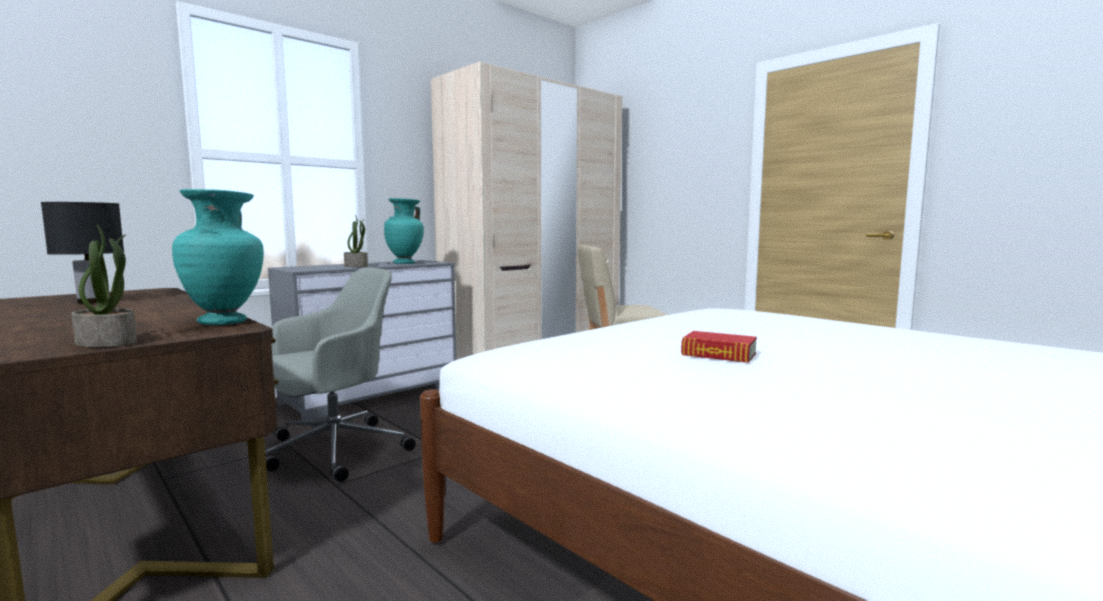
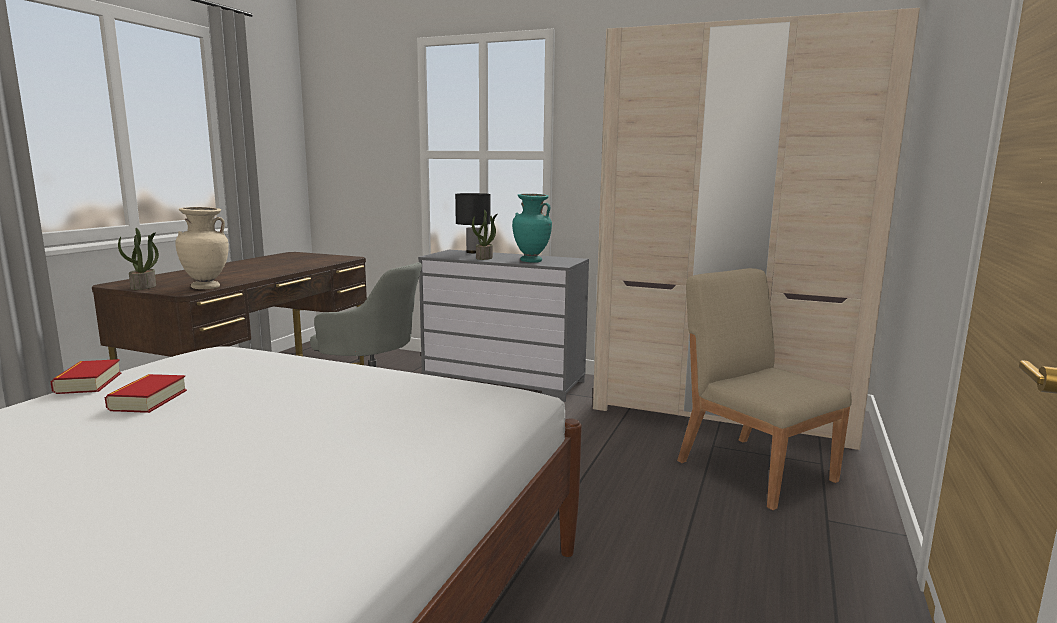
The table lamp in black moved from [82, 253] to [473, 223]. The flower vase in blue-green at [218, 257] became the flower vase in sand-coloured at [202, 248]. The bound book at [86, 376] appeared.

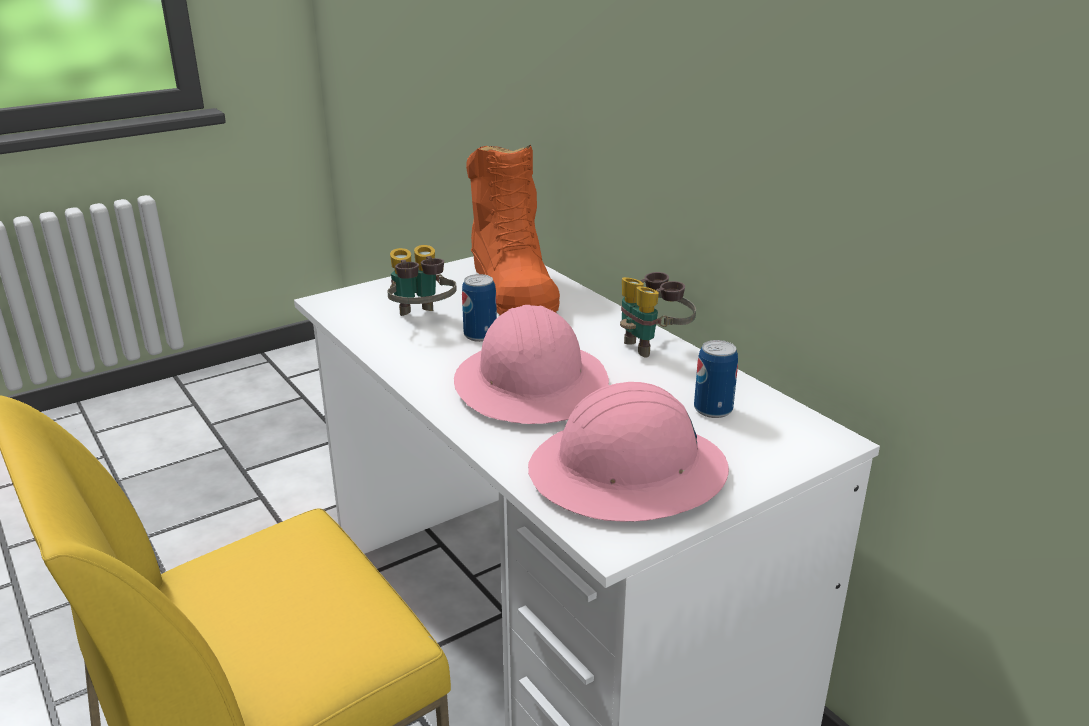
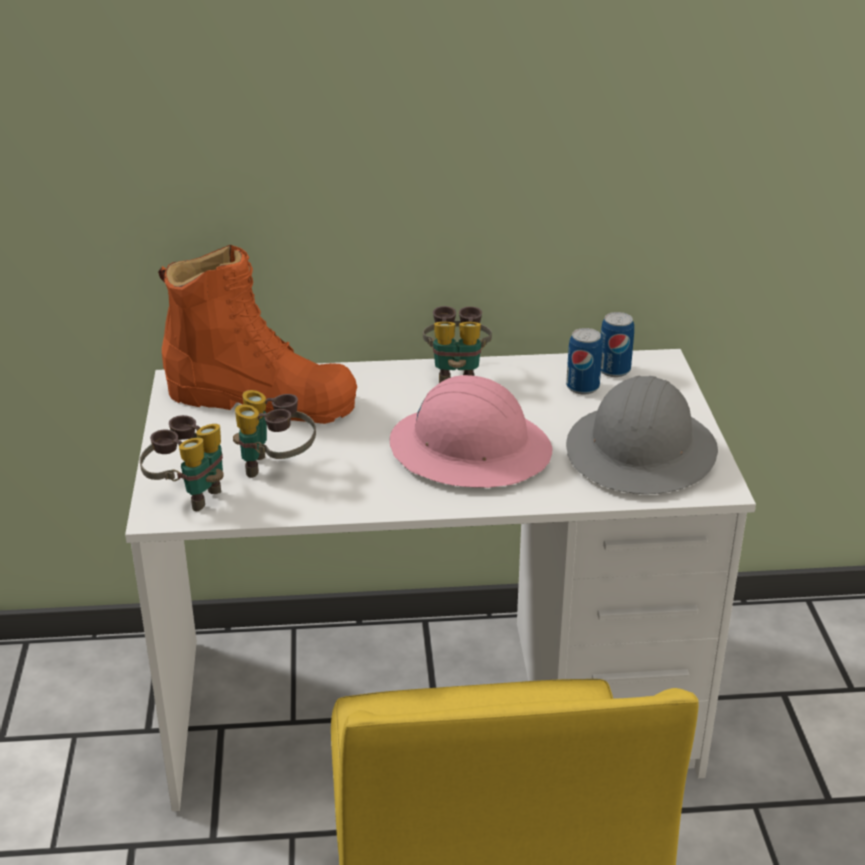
The can moved from [479, 308] to [617, 344]. The work helmet in pinkish at [628, 452] became the work helmet in greyish at [642, 435]. The field glasses at [182, 463] appeared.

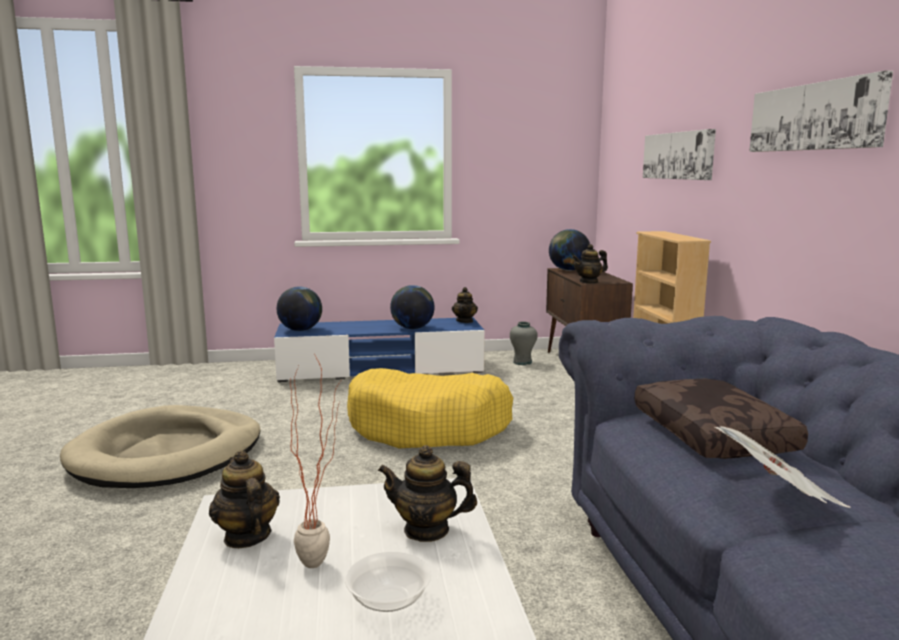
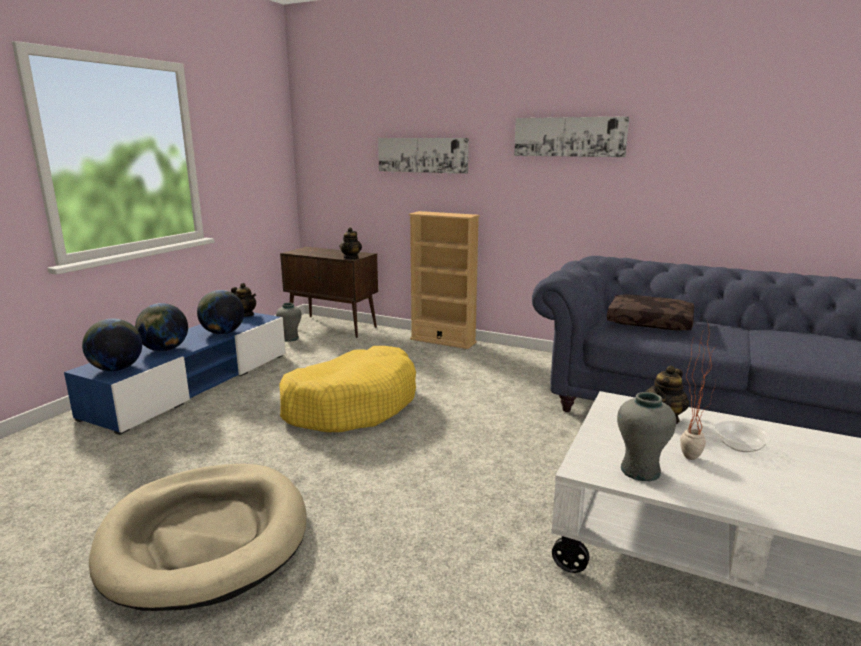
The teapot at [244, 499] was replaced by the flower vase in greyish at [646, 437]. The globe moved from [569, 250] to [161, 327]. The printed paper at [783, 467] disappeared.

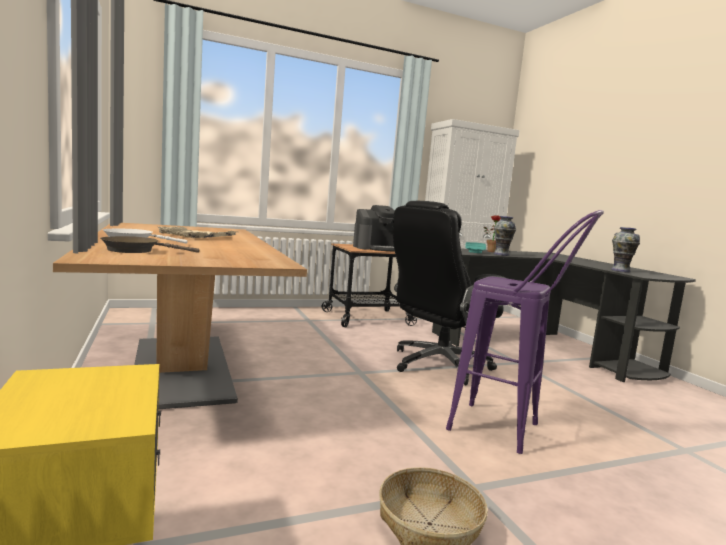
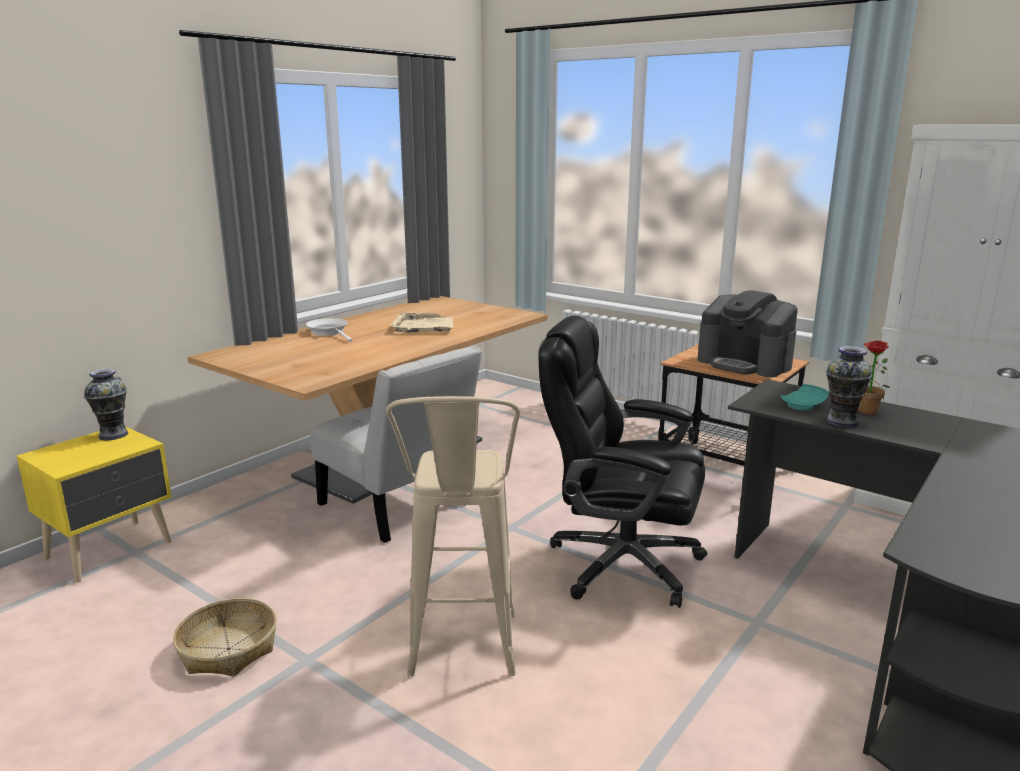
The frying pan in brown-coloured at [149, 244] disappeared. The stool in purplish at [525, 332] became the stool in sand-coloured at [453, 536]. The flower vase moved from [625, 250] to [106, 404]. The plain chair in white-coloured at [396, 444] appeared.

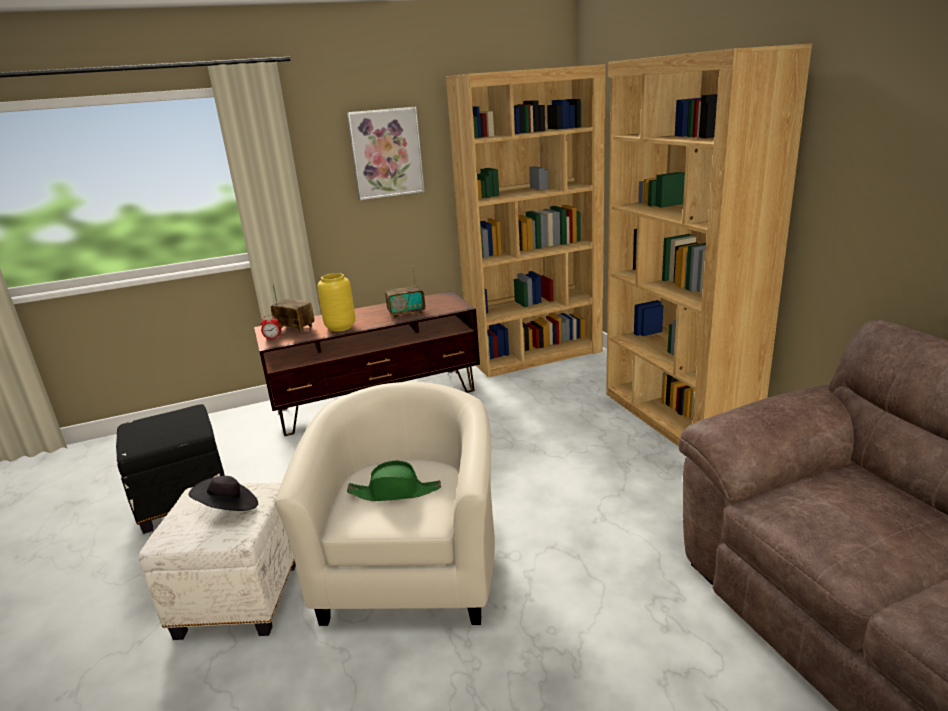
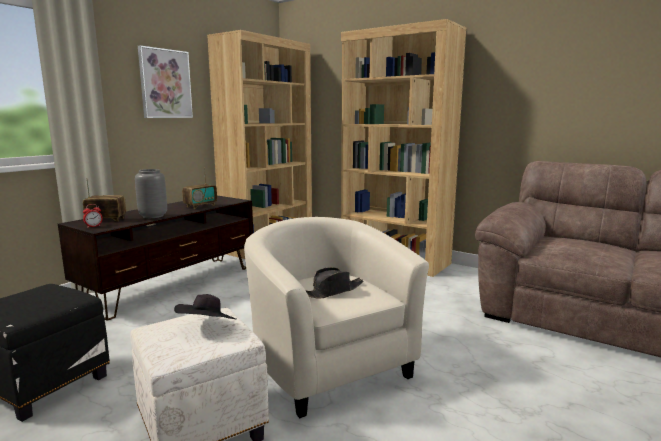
The flower vase in yellowish at [336, 302] became the flower vase in greyish at [151, 193]. The wearable hat in green-coloured at [394, 481] became the wearable hat in black at [334, 282].

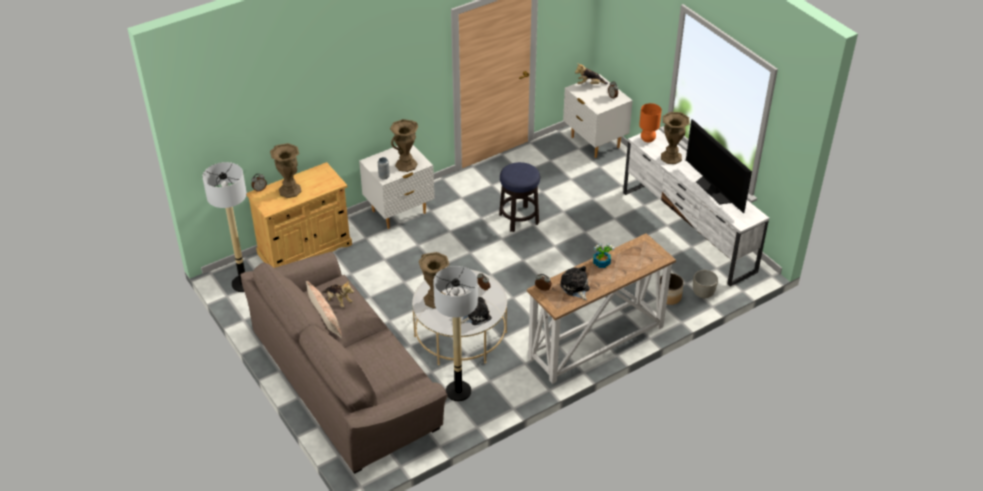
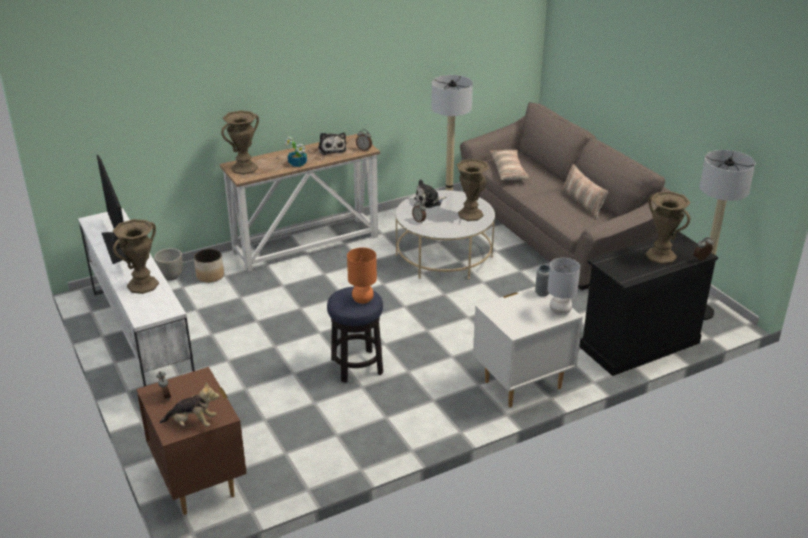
The storage cabinet in sand-coloured at [299, 215] became the storage cabinet in black at [649, 304]. The plush toy at [338, 294] disappeared. The flower vase in brown-coloured moved from [404, 145] to [240, 142]. The nightstand in white-coloured at [598, 116] became the nightstand in brown-coloured at [191, 441]. The table lamp in orange moved from [650, 122] to [362, 276]. The throw pillow at [509, 165] appeared. The table lamp in greyish at [564, 286] appeared.

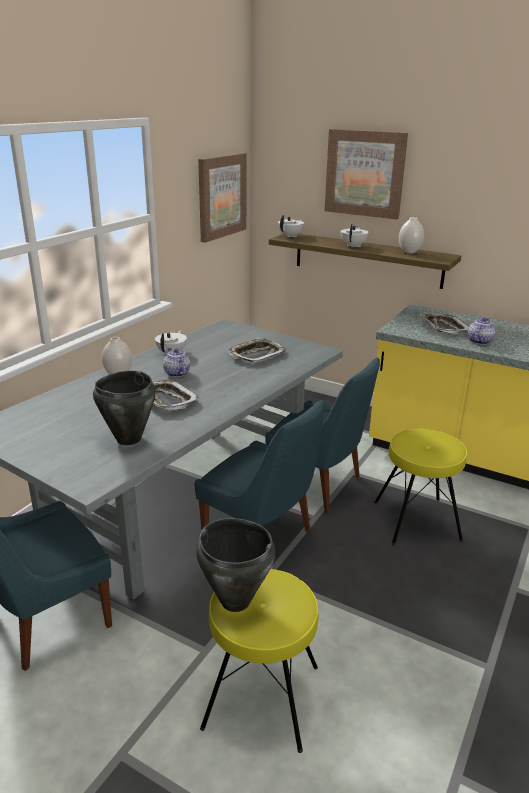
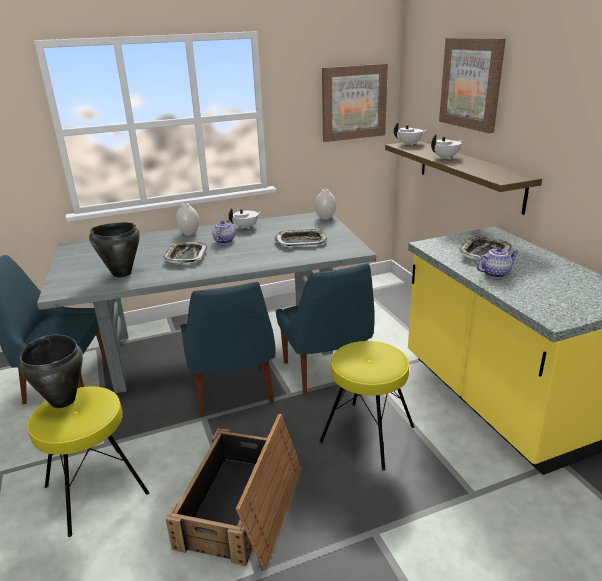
The flower vase in white-coloured moved from [411, 235] to [325, 204]. The crate at [233, 491] appeared.

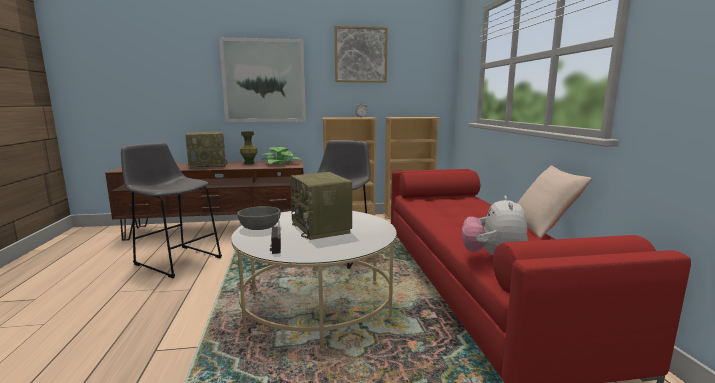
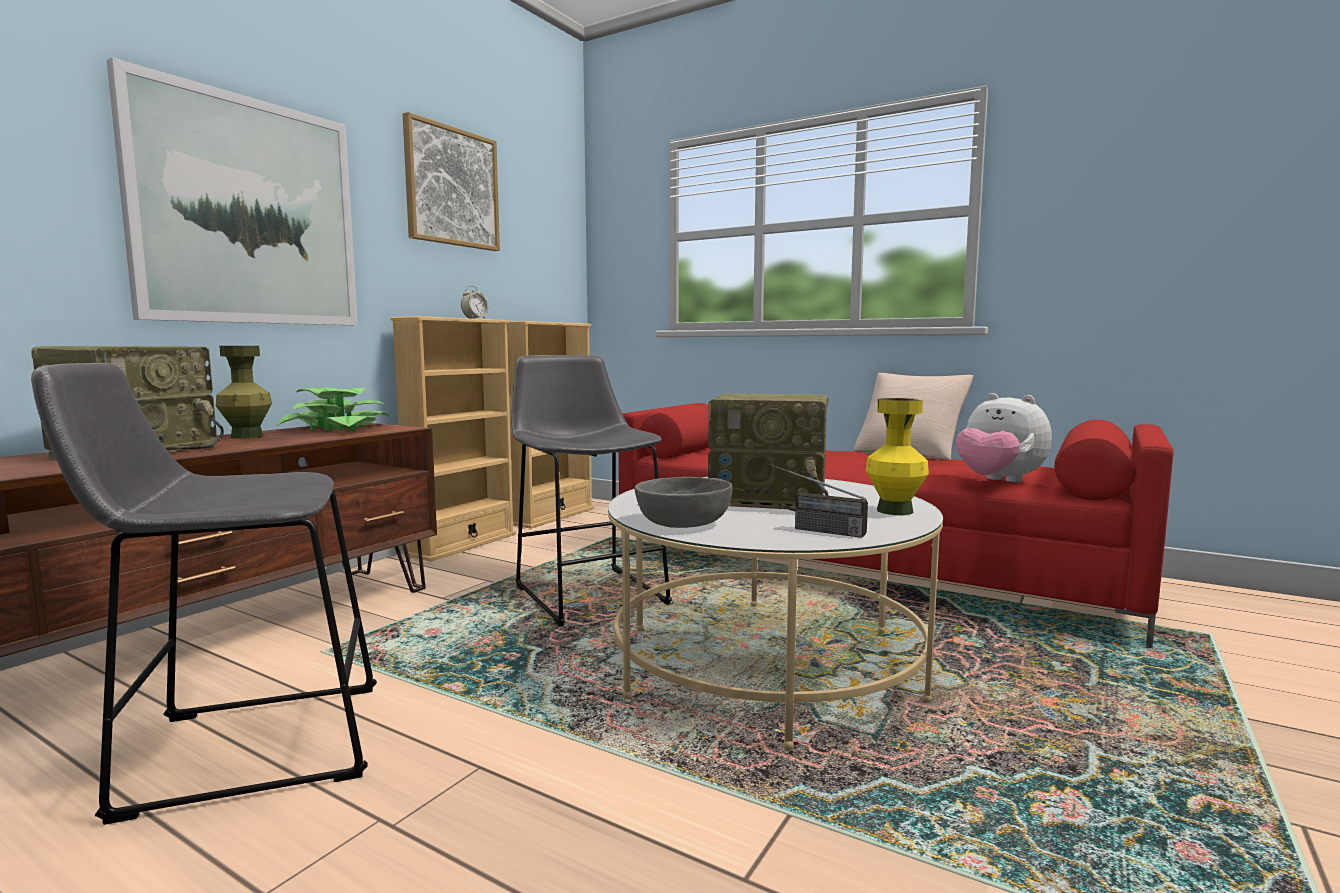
The flower vase in yellowish at [897, 456] appeared.

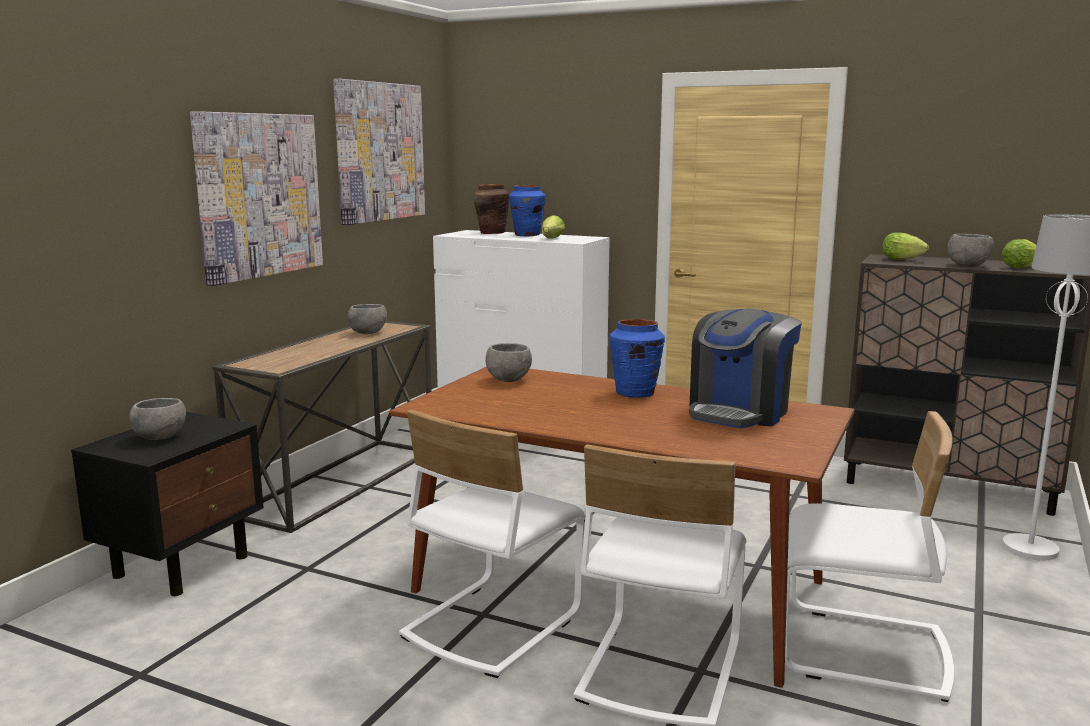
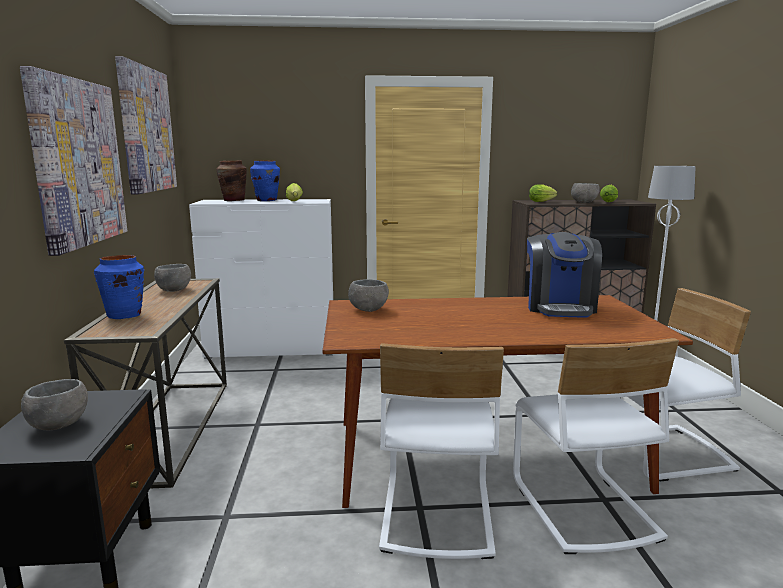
The flower vase in blue moved from [637, 358] to [119, 287].

